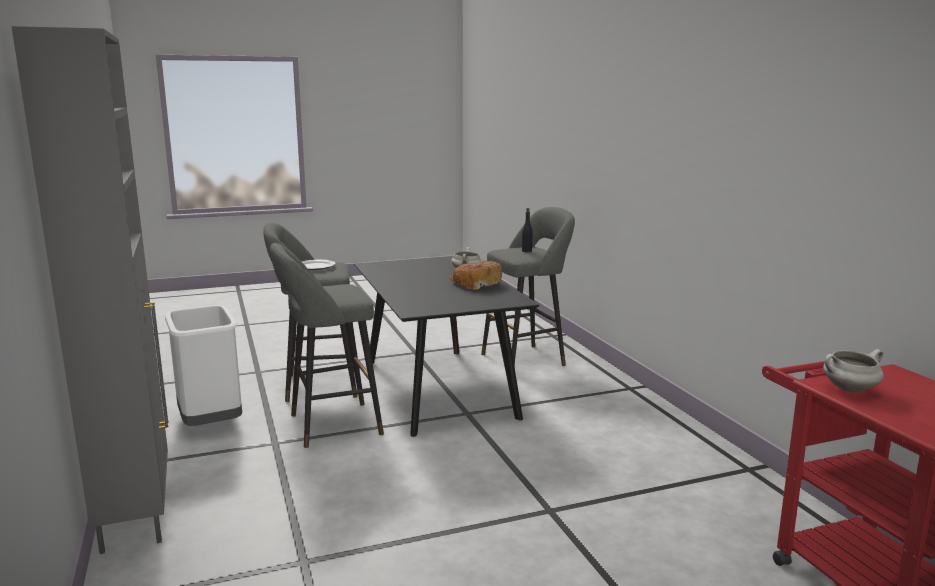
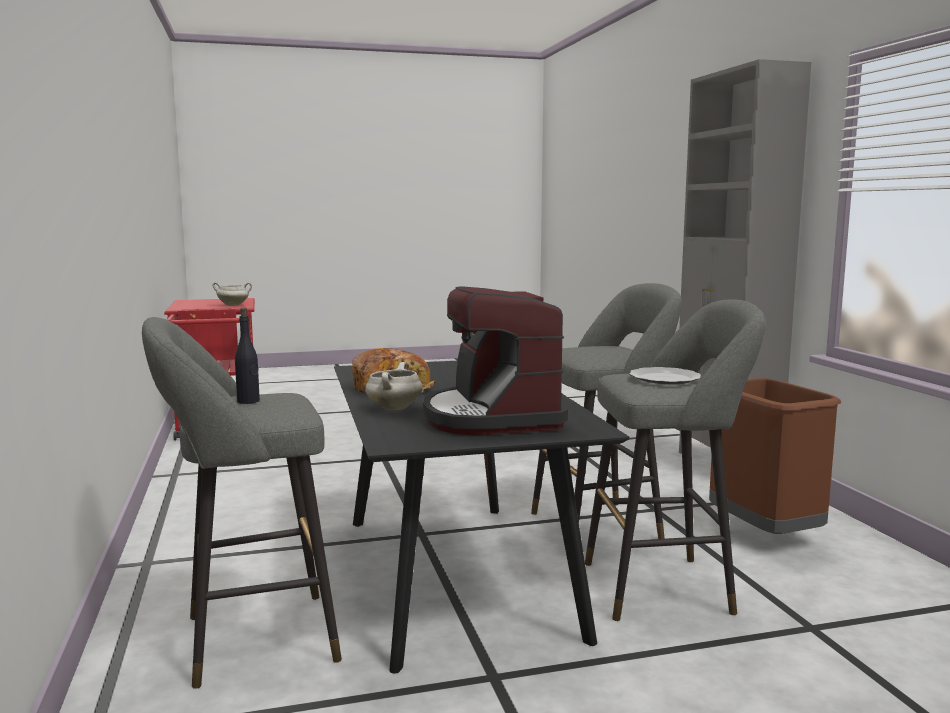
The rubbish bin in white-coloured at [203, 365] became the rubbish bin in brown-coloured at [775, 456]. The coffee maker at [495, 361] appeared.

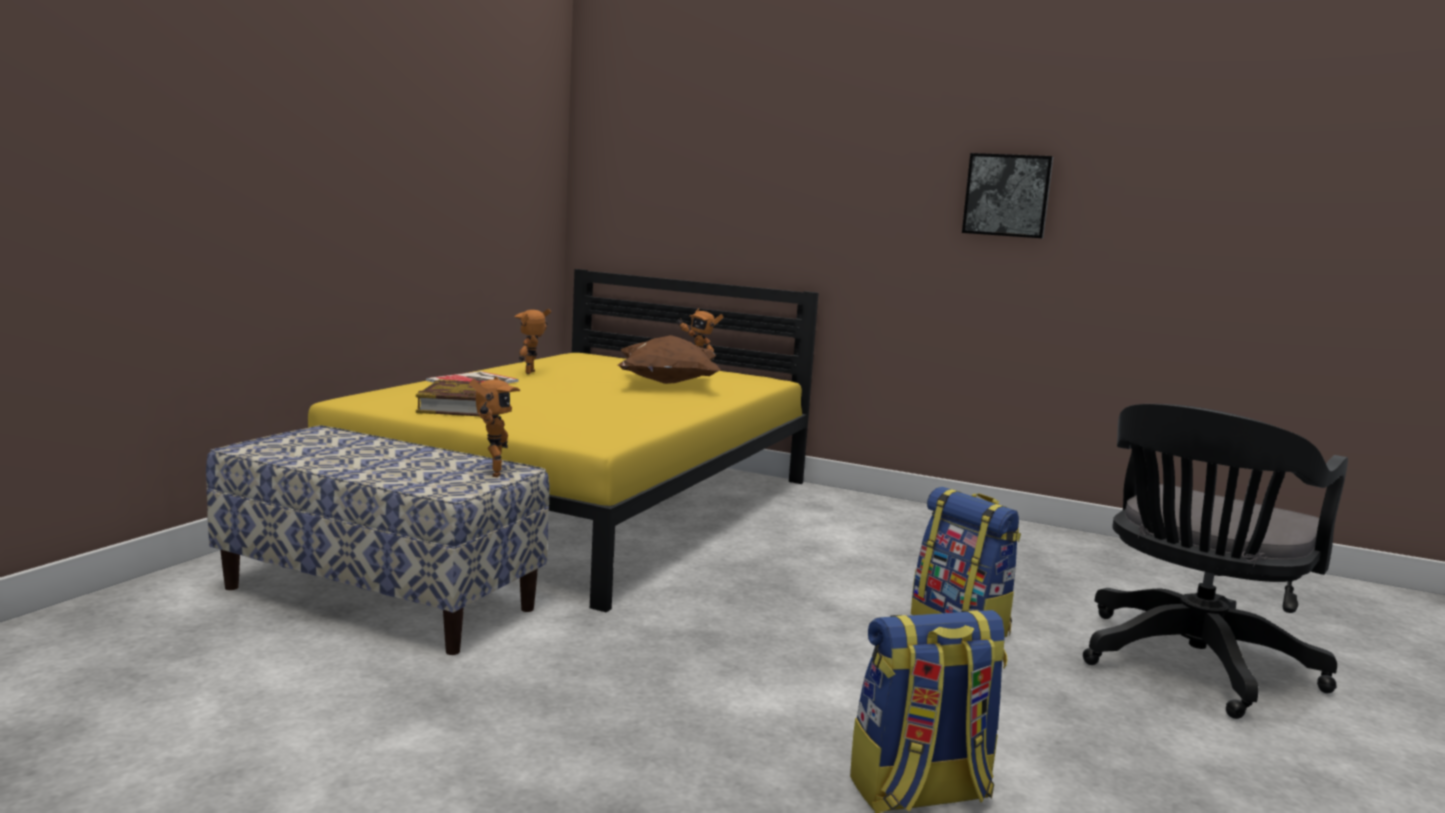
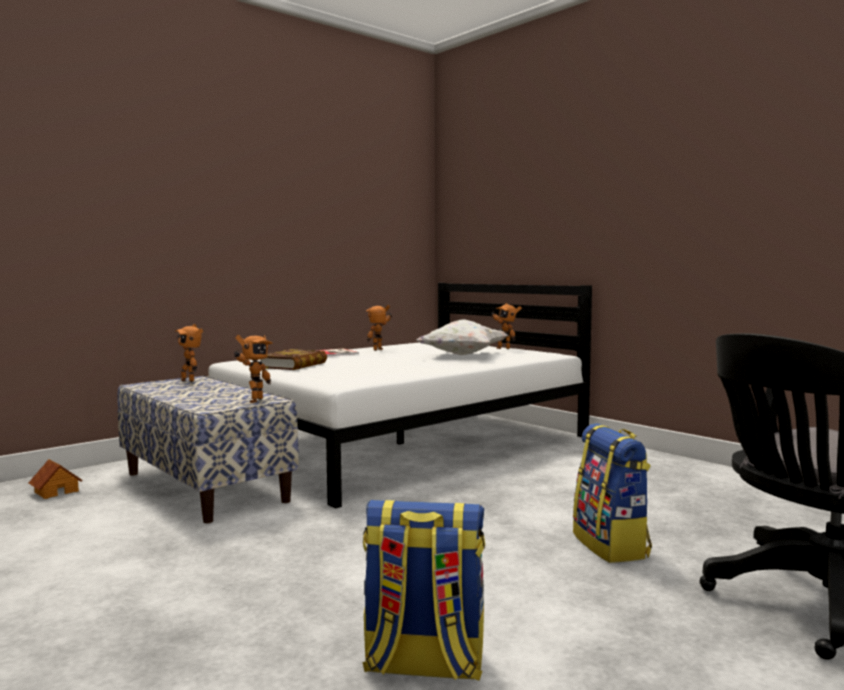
The bedroom bed in yellowish at [563, 440] became the bedroom bed in white-coloured at [400, 396]. The throw pillow in brown-coloured at [669, 359] became the throw pillow in white-coloured at [462, 337]. The picture at [1007, 195] disappeared. The toy house at [56, 479] appeared. The toy robot at [189, 353] appeared.

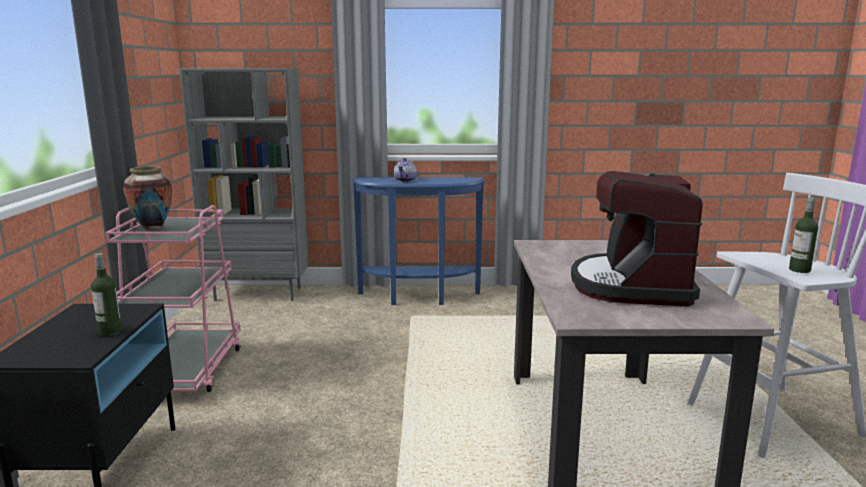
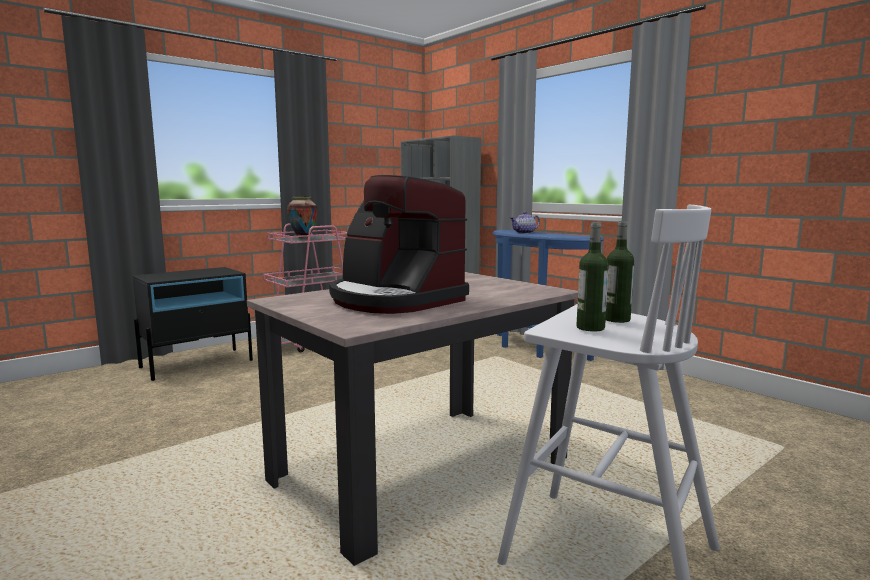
The drink bottle moved from [106, 294] to [620, 272]. The coffee maker at [637, 239] turned 105 degrees counterclockwise.

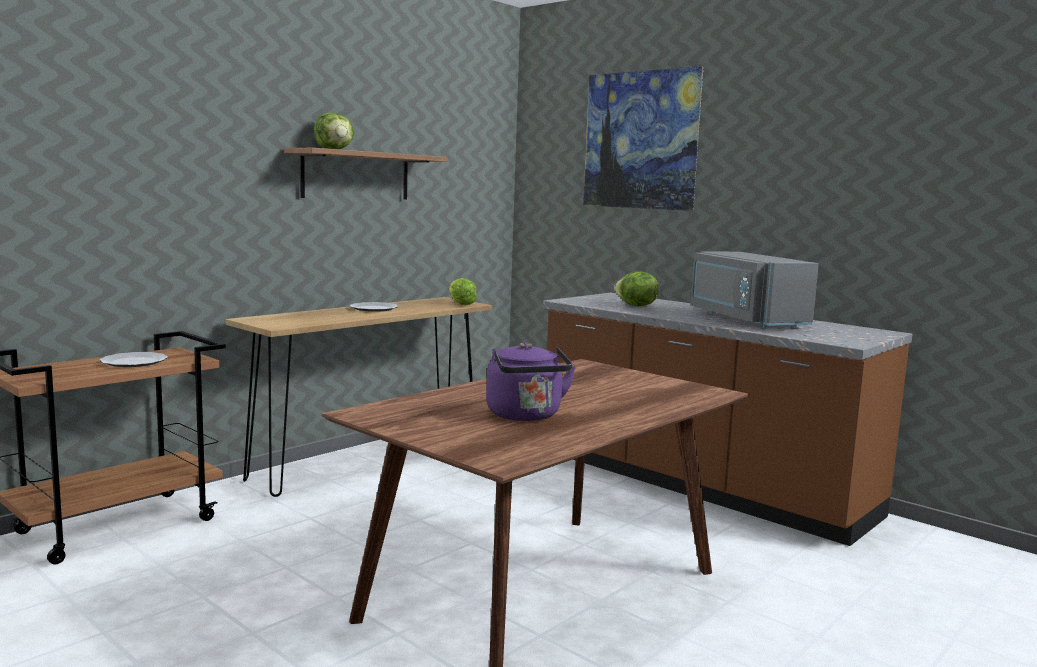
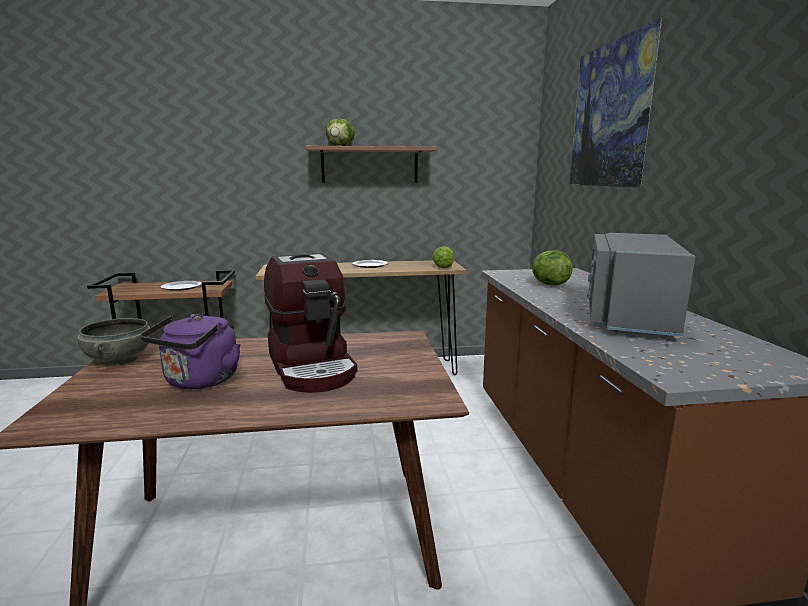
The deep dish in greyish at [114, 342] appeared. The coffee maker at [310, 323] appeared.

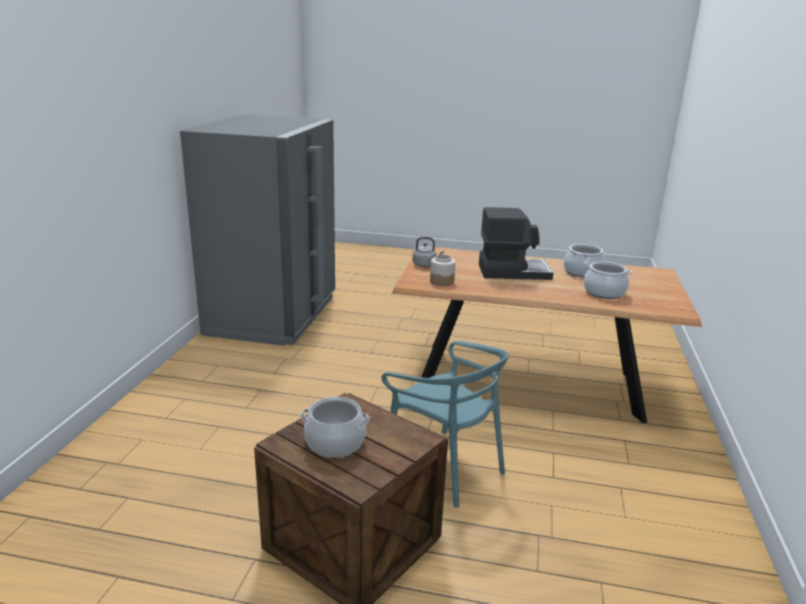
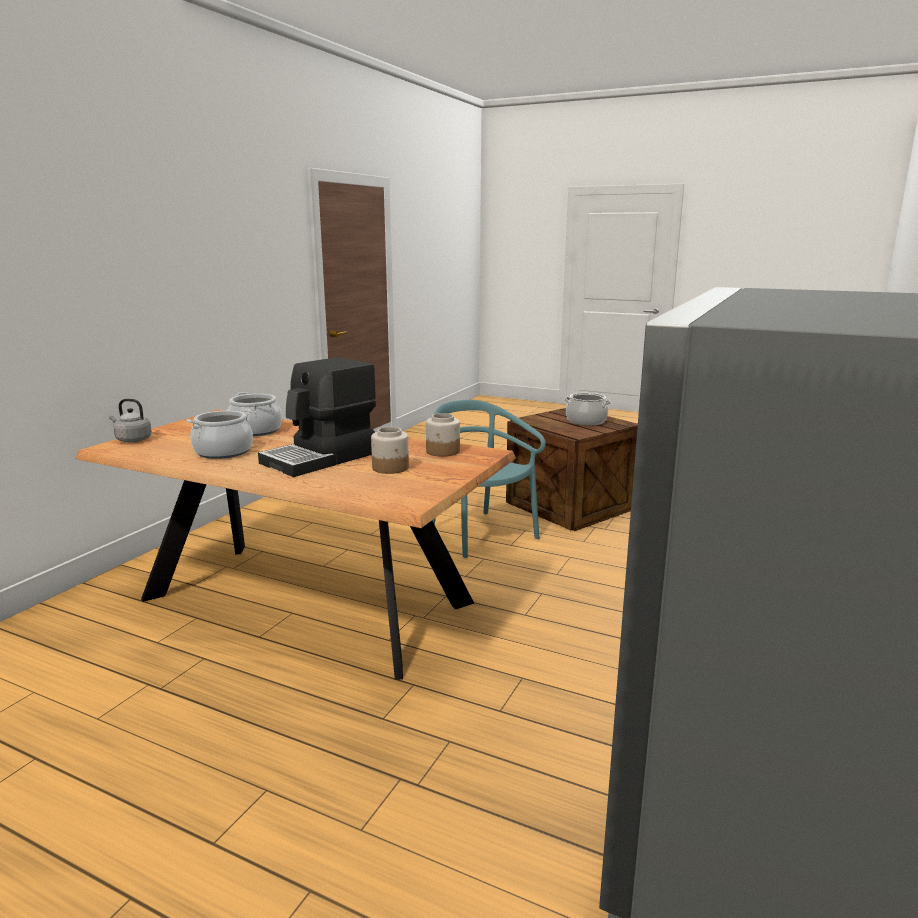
The tea kettle in greyish moved from [428, 252] to [130, 420]. The coffee maker at [516, 243] turned 60 degrees counterclockwise. The preserve jar at [390, 450] appeared.

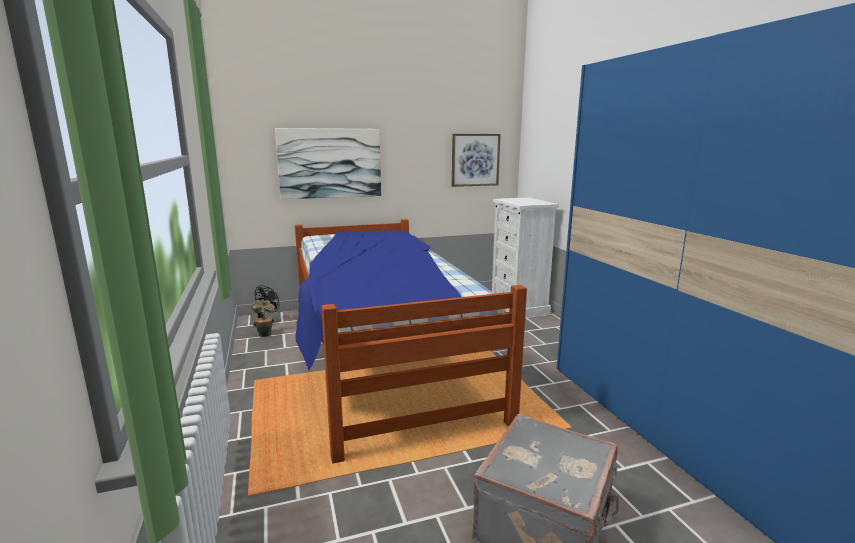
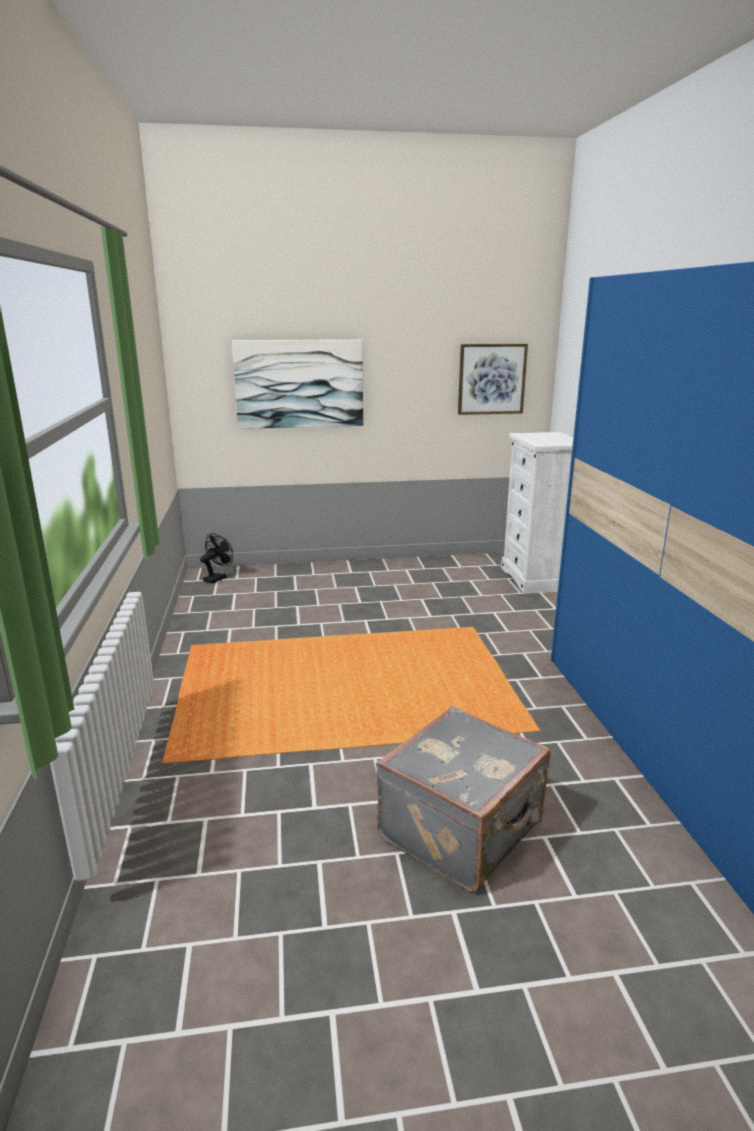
The plant in a pot at [263, 318] disappeared. The bedroom bed at [411, 341] disappeared.

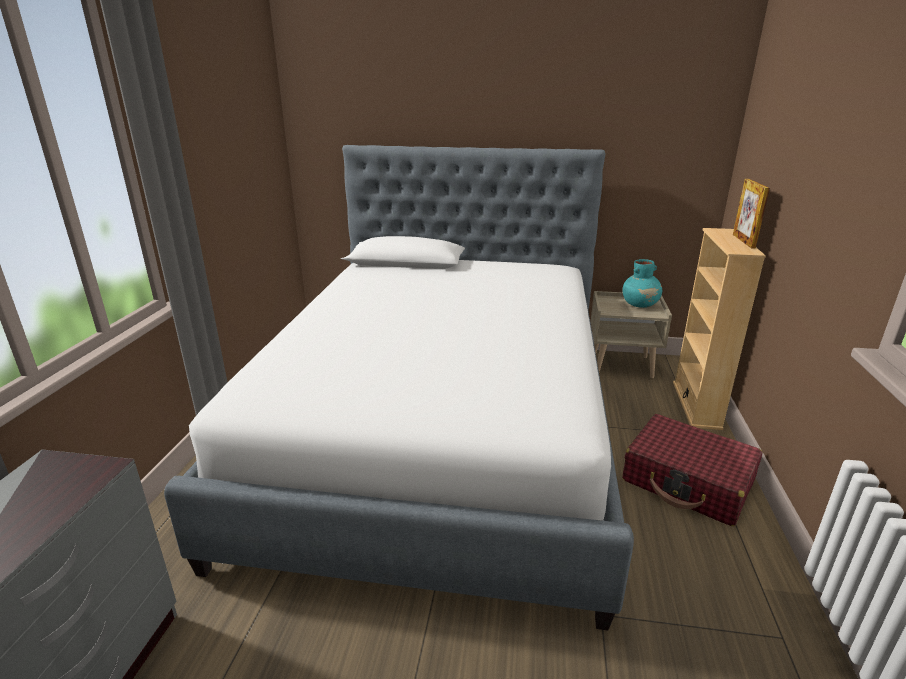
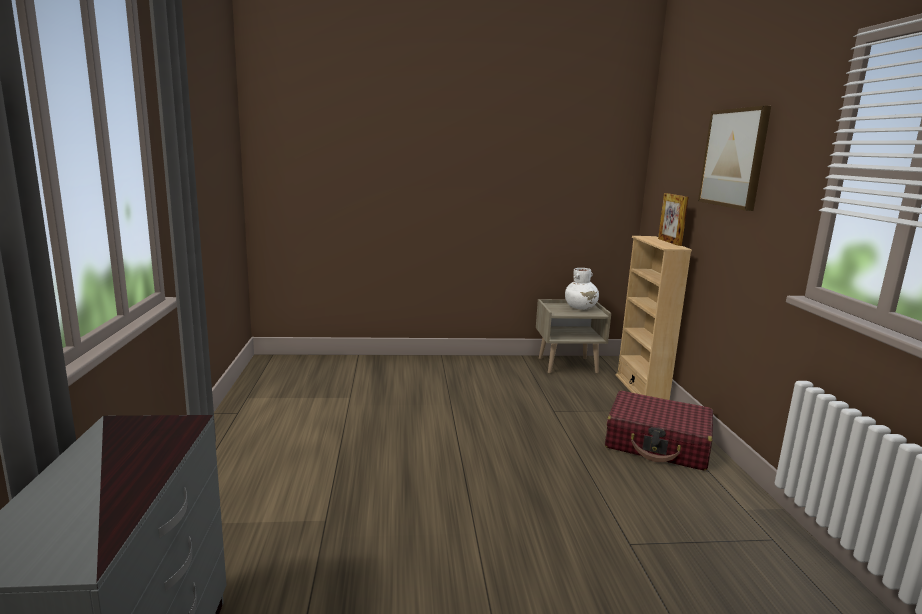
The bedroom bed at [399, 387] disappeared. The flower vase in blue-green at [642, 283] became the flower vase in white-coloured at [582, 289]. The picture at [734, 158] appeared.

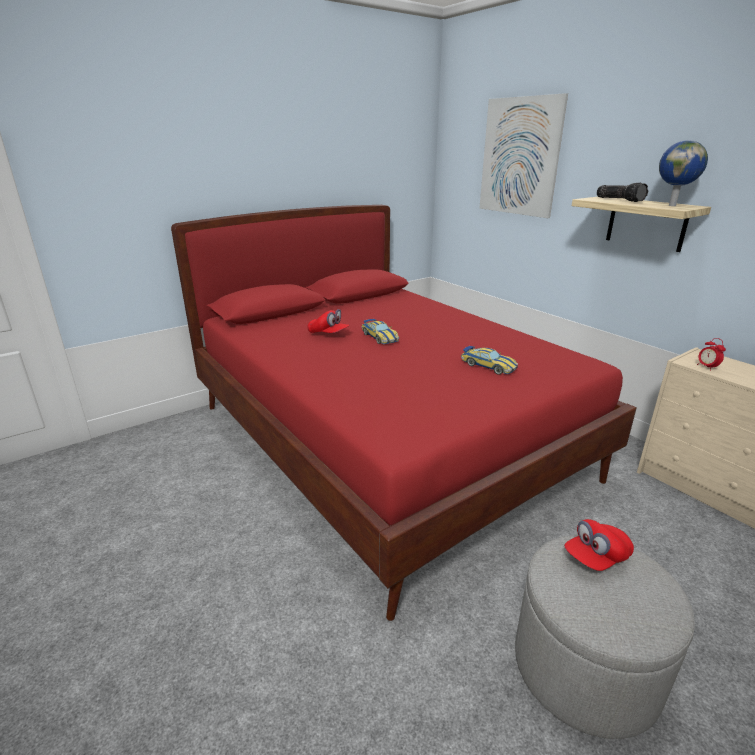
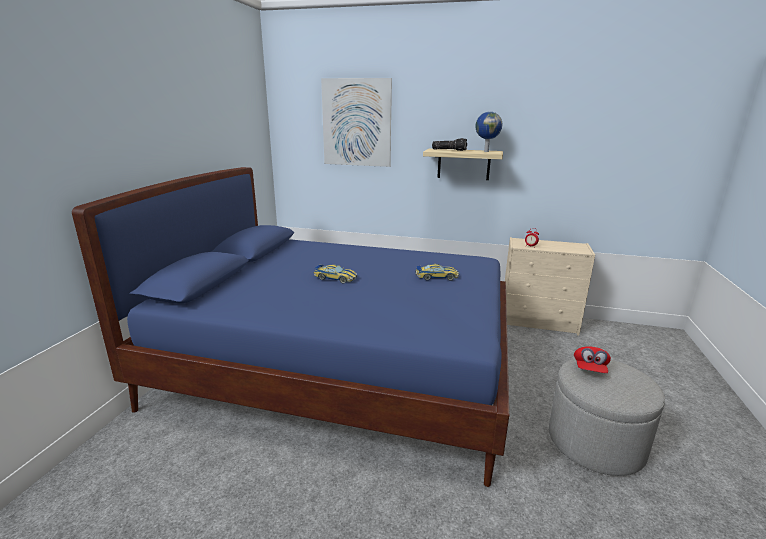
The bedroom bed in red-coloured at [404, 413] became the bedroom bed in blue at [290, 327]. The baseball cap in red-coloured at [328, 321] disappeared.

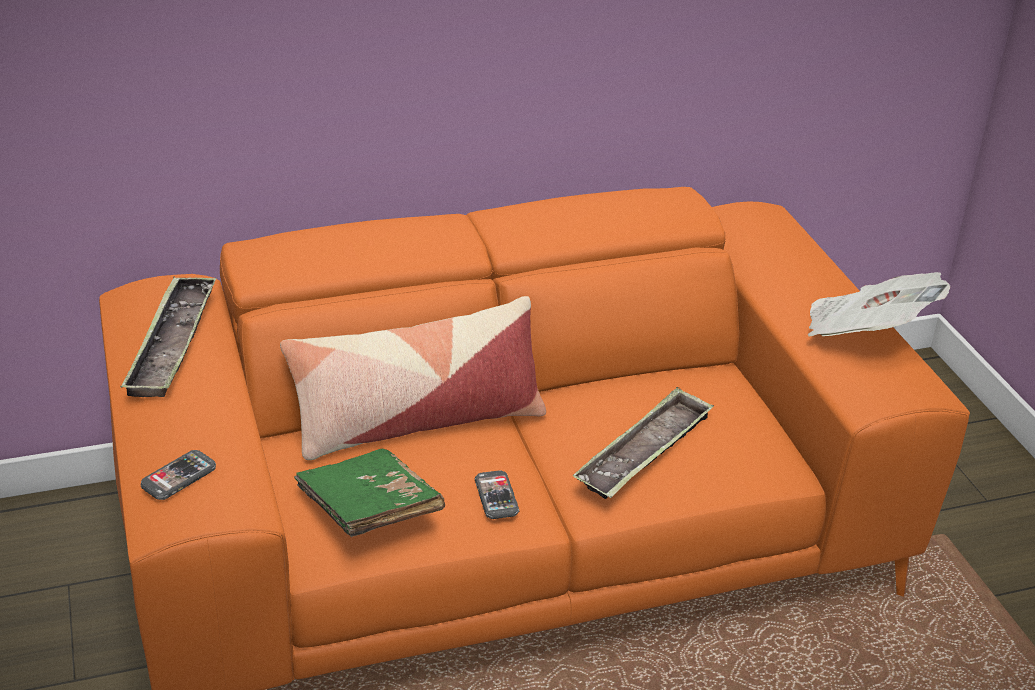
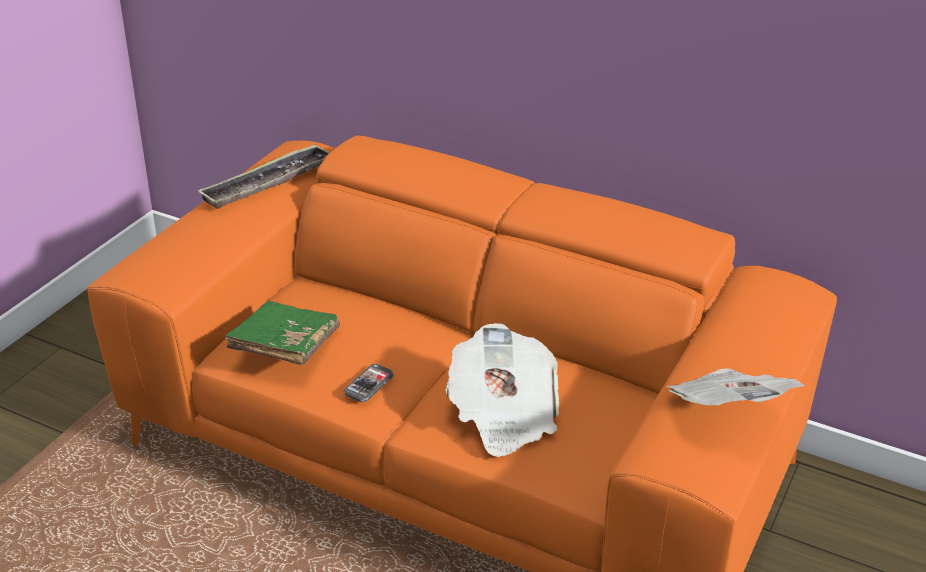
The telephone at [178, 475] disappeared. The throw pillow at [413, 378] disappeared. The carrying tray at [643, 443] was replaced by the printed paper at [502, 390].

